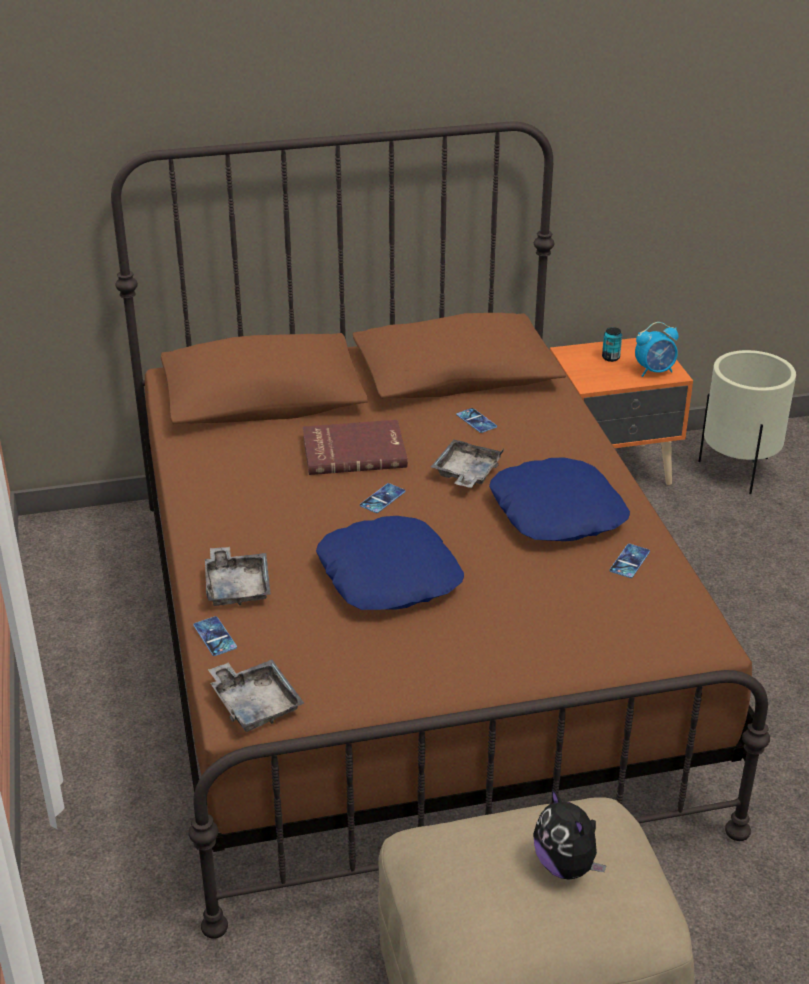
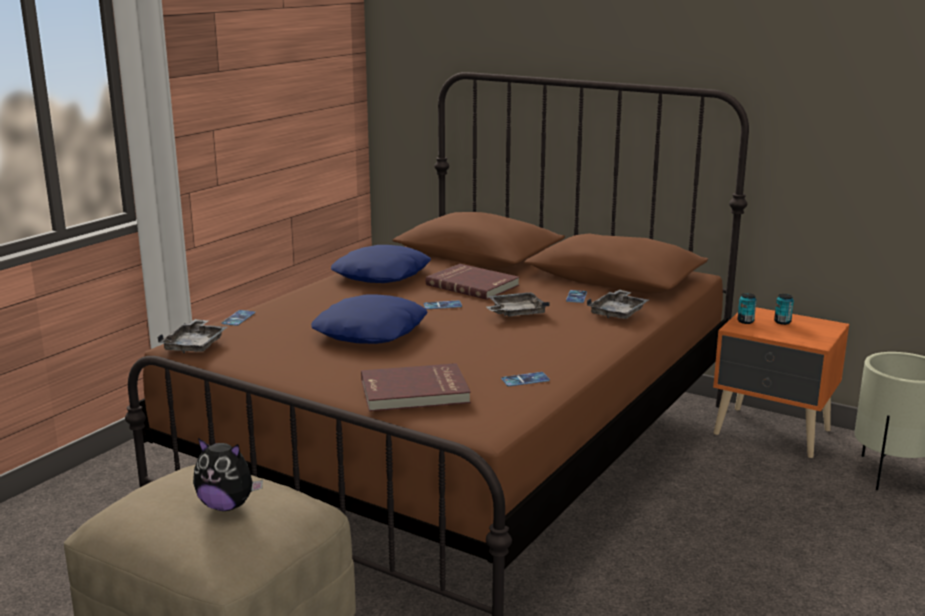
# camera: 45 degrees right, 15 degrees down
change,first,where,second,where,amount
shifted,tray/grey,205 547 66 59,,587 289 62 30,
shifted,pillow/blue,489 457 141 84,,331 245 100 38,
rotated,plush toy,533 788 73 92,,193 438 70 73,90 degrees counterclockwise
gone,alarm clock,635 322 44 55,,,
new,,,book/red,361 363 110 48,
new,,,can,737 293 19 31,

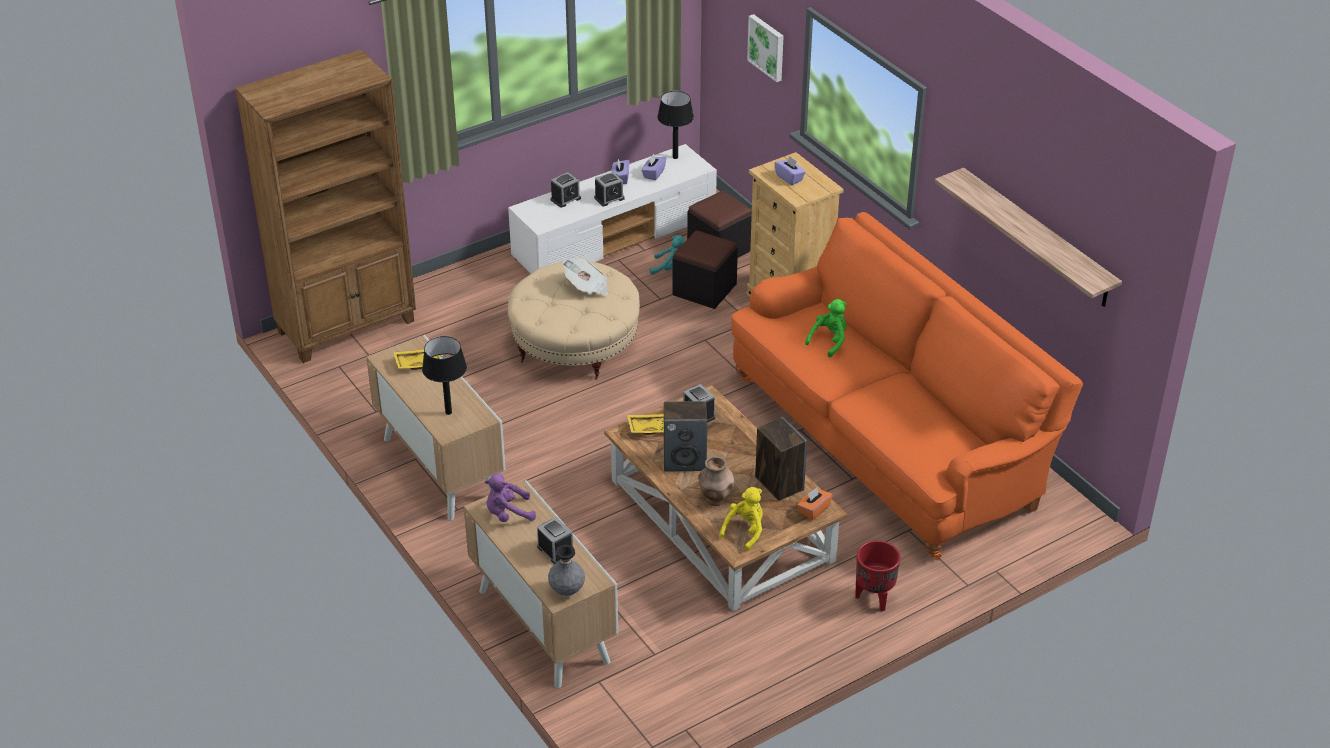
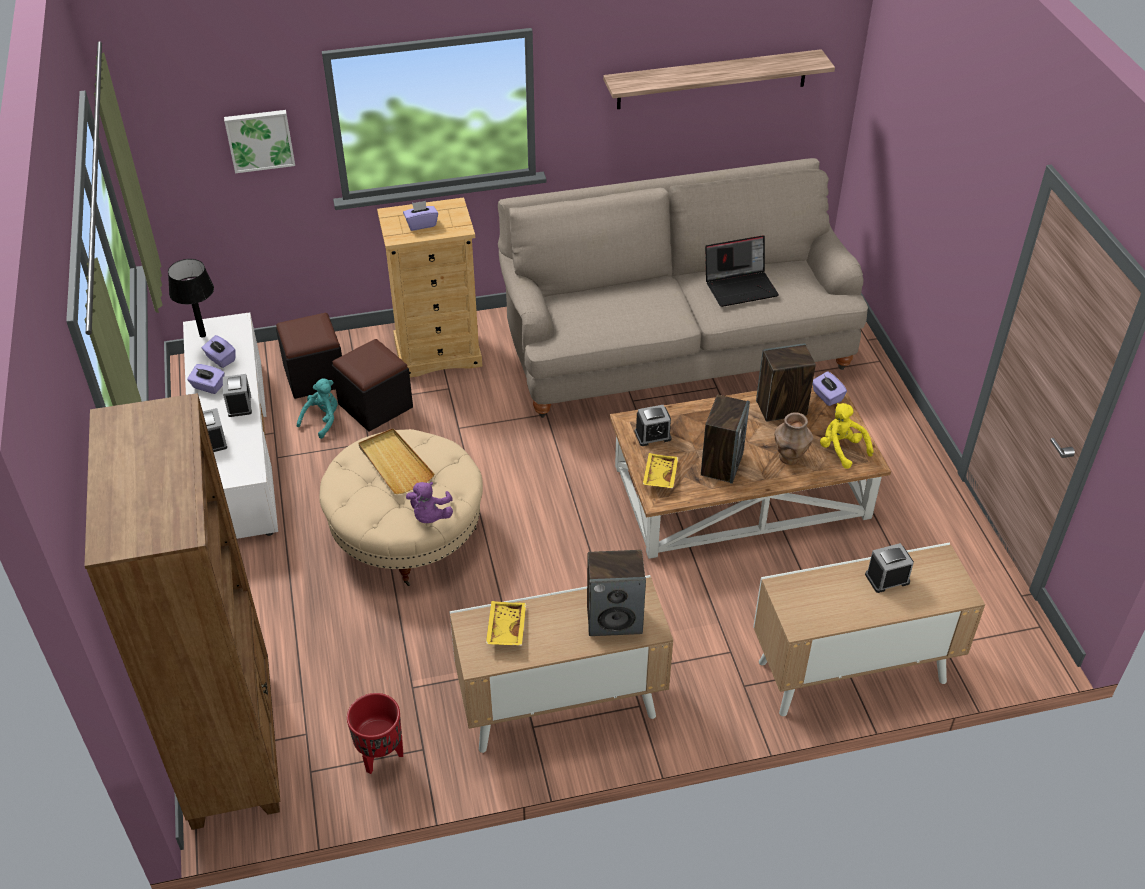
# camera: 70 degrees left, 5 degrees up
change,first,where,second,where,amount
swapped,table lamp/black,422 336 45 79,speaker,587 550 59 86,
shifted,plush toy/purple,485 473 51 49,,406 482 47 41,
gone,vase/grey,548 545 37 51,,,
swapped,newspaper,562 257 46 39,tray/beige,359 428 75 66,
repainted,sofa/orange,731 212 352 347,sofa/beige,498 158 370 260,
repainted,tissue box/orange,797 487 36 33,tissue box/purple,812 371 35 35,
gone,plush toy/green,805 299 42 58,,,
shifted,planter/red,855 540 45 72,,347 693 56 81,
new,,,laptop,705 235 74 72,

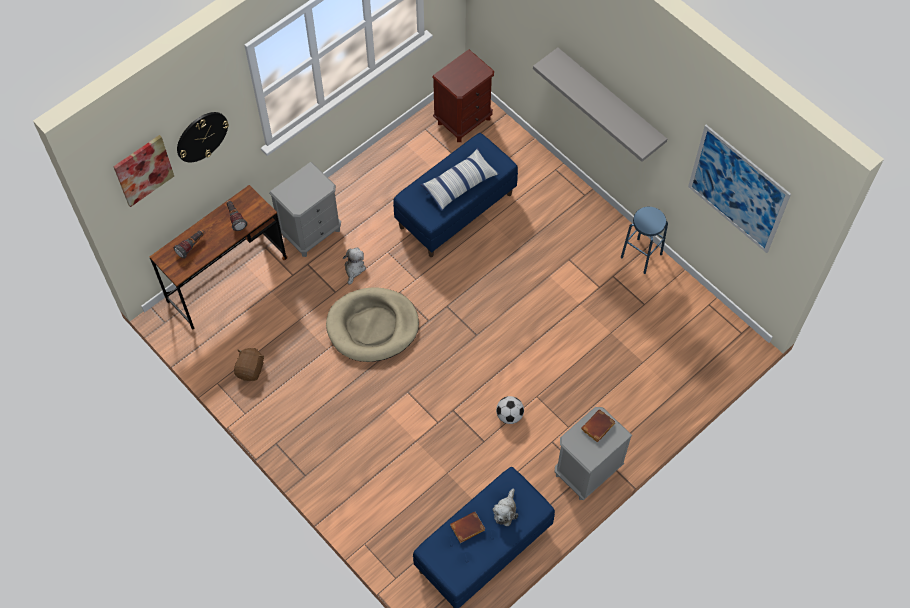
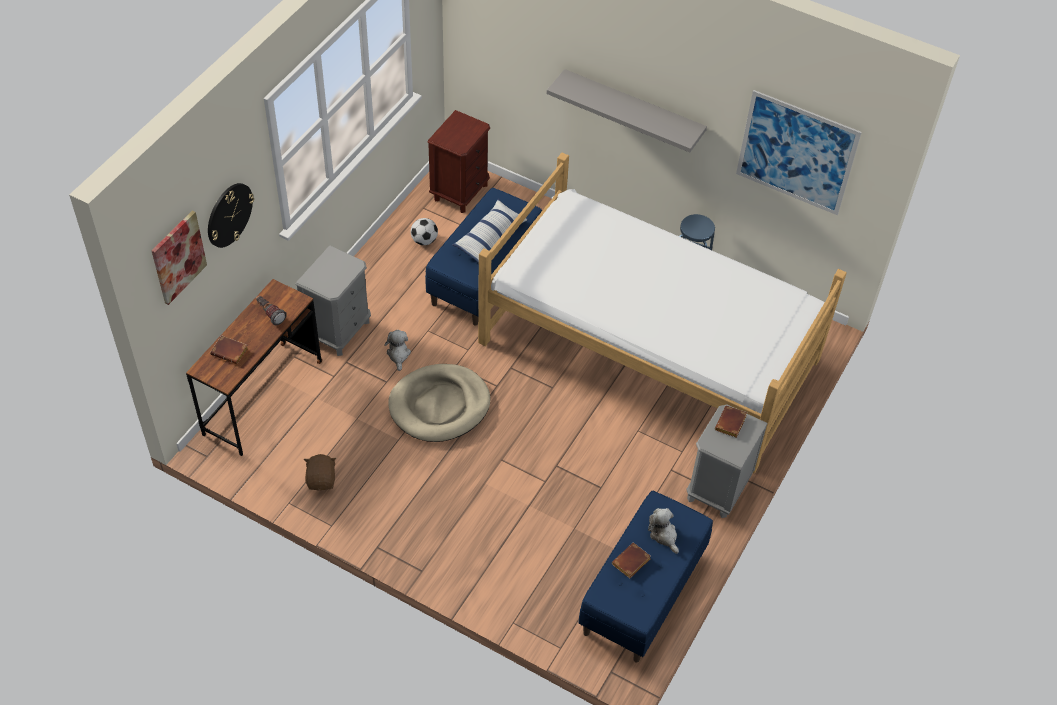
# camera: 20 degrees left, 10 degrees down
change,first,where,second,where,amount
swapped,flashlight,173 230 31 29,book/brown,210 335 38 29,
rotated,plush toy,493 488 25 38,,648 508 31 46,150 degrees clockwise
shifted,football,496 396 28 28,,411 218 27 27,
new,,,bed,478 153 369 320,

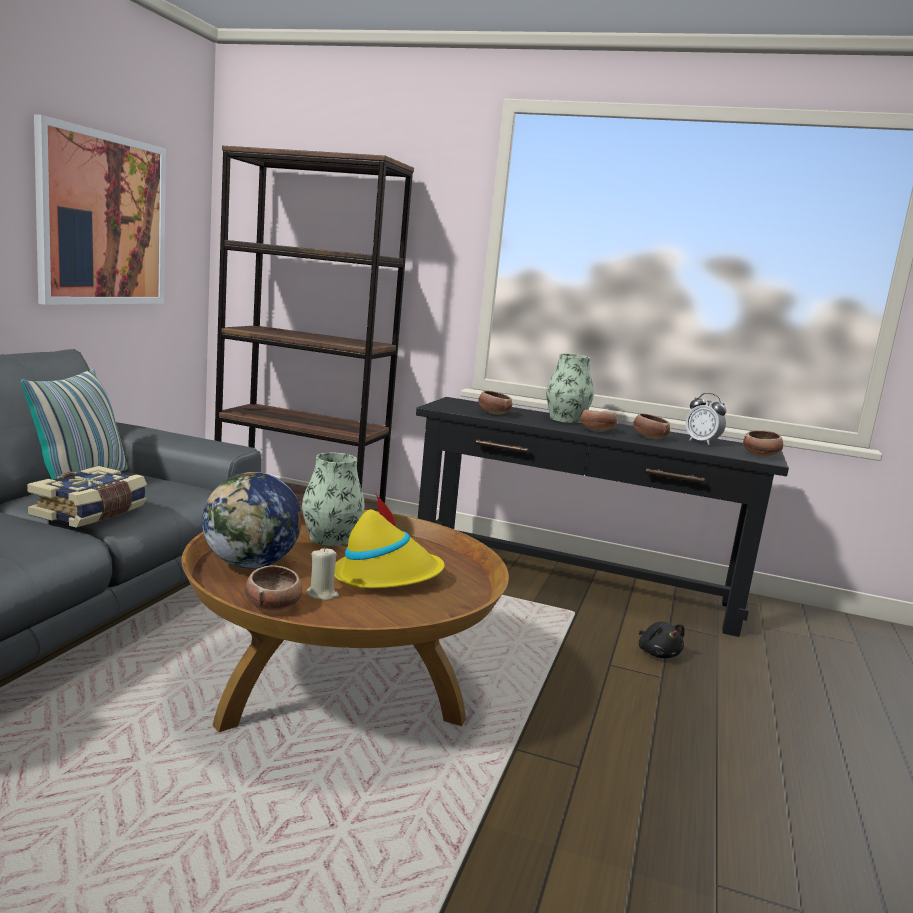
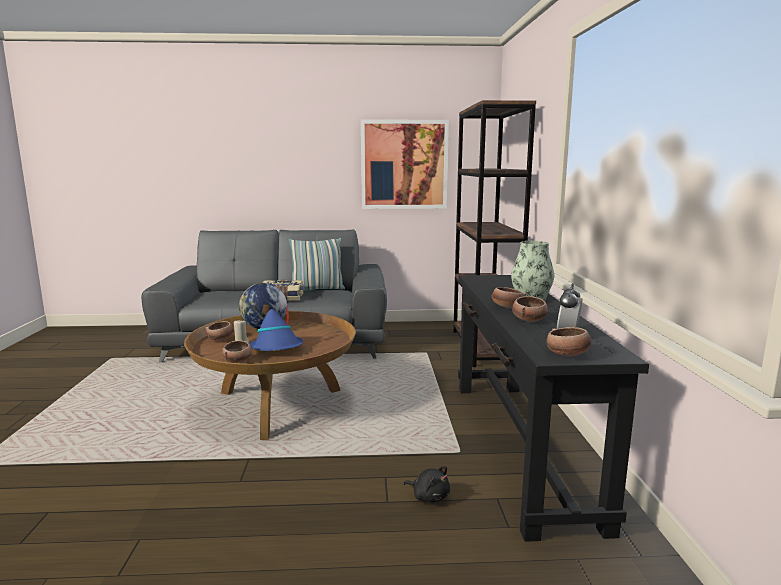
# camera: 70 degrees right, 0 degrees up
change,first,where,second,where,amount
gone,vase,302 453 63 93,,,
repainted,hat/yellow,334 494 111 94,hat/blue,249 303 54 48,
shifted,bowl,478 390 34 25,,222 340 30 23,
rotated,plush toy/black,639 622 46 36,,403 466 47 37,105 degrees counterclockwise

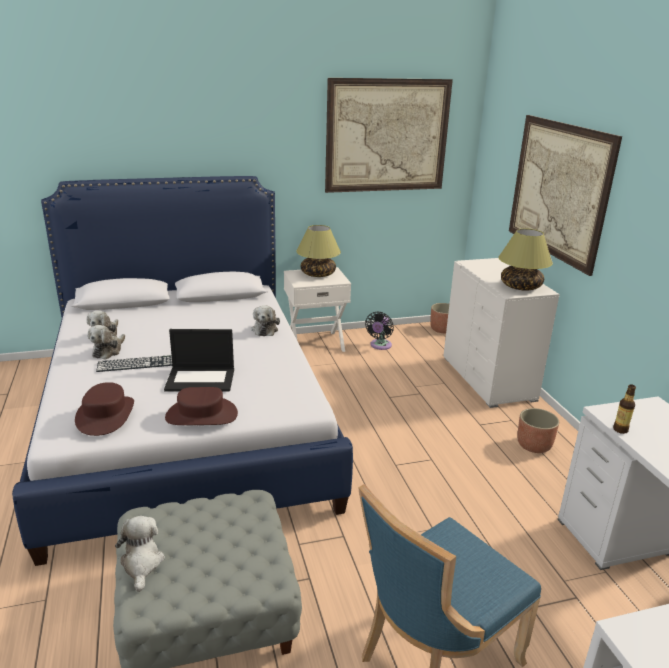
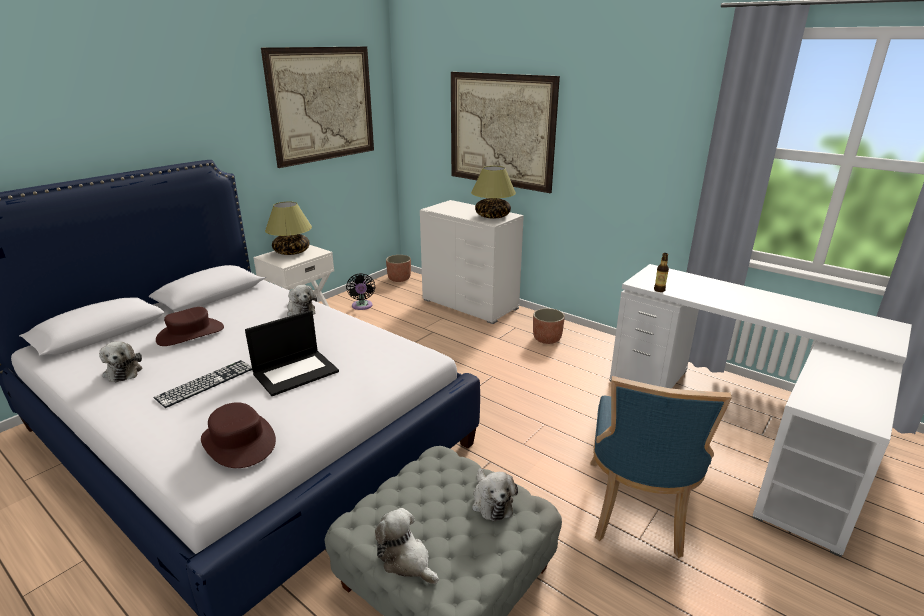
# camera: 35 degrees left, 0 degrees up
change,first,where,second,where,amount
shifted,plush toy,88 325 37 35,,472 468 46 54,
shifted,hat/brown,165 387 73 38,,156 307 68 39,

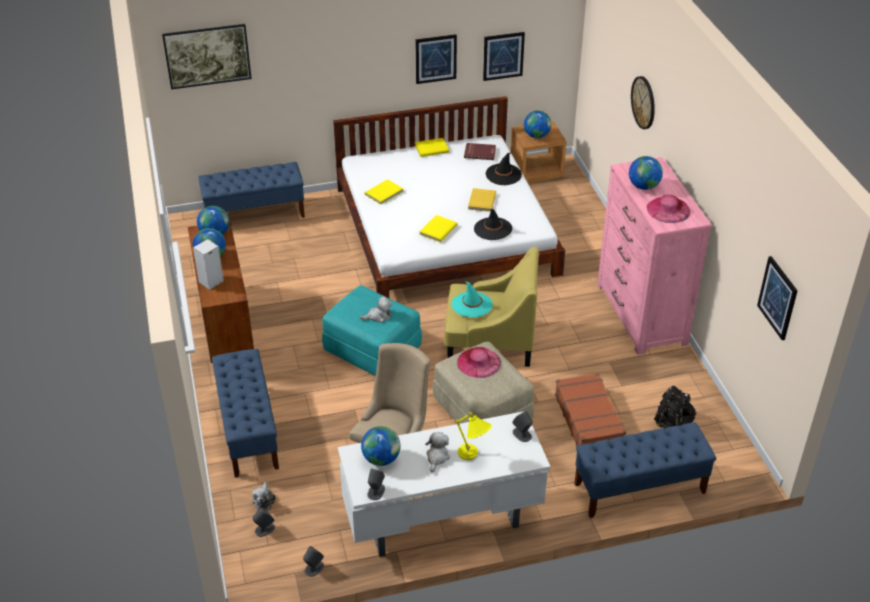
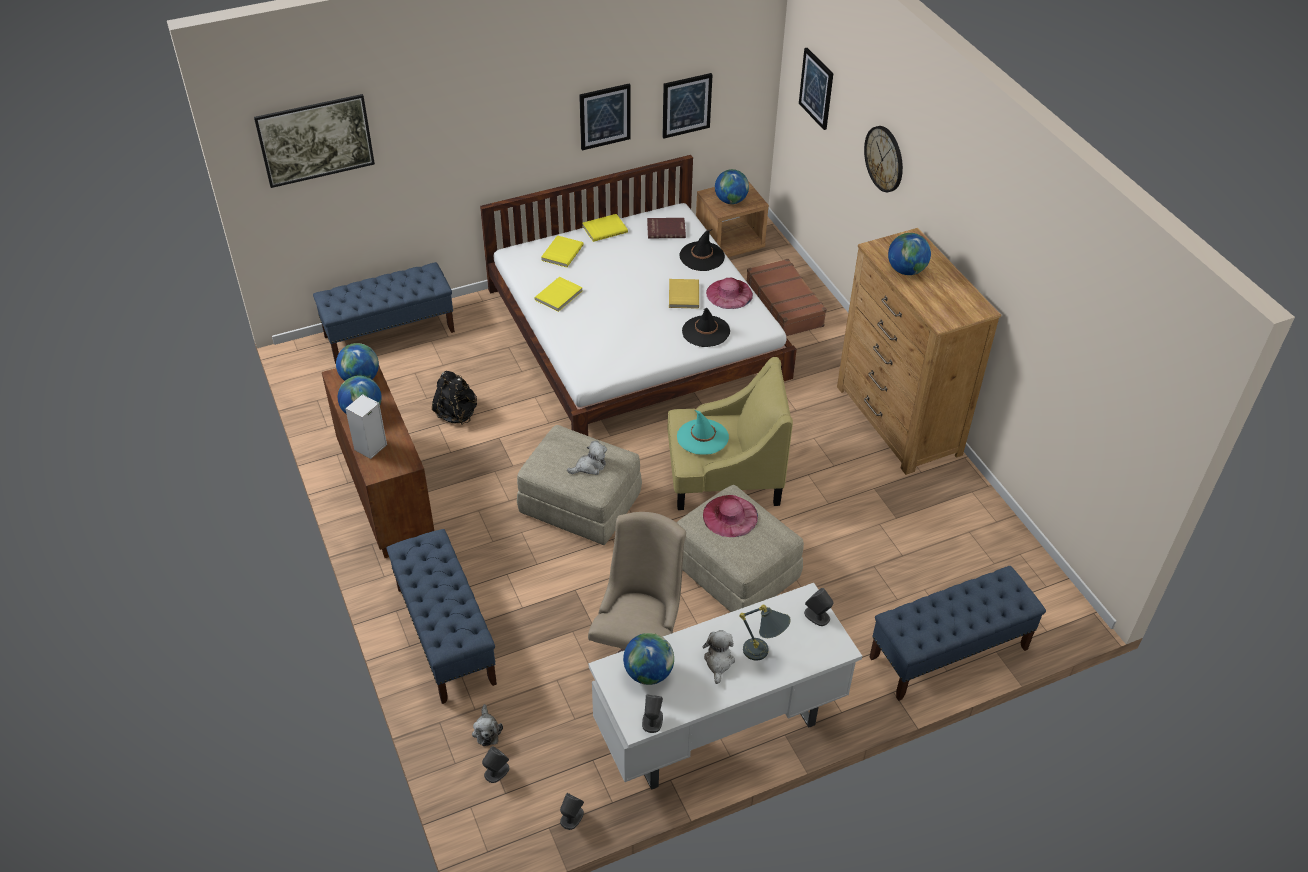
# camera: 10 degrees left, 5 degrees up
change,first,where,second,where,amount
repainted,ottoman/turquoise,322 285 100 91,ottoman/beige,517 425 125 120,
shifted,book/yellow,420 215 37 27,,541 235 43 33,
repainted,table lamp/yellow,455 412 37 48,table lamp/grey,739 604 52 57,
shifted,suitcase/brown,555 373 71 73,,747 259 80 77,
repainted,dresser/pink,597 157 115 198,dresser/brown,837 228 164 247,
shifted,hat/pink,647 195 43 28,,706 278 47 31,
shifted,backpack/black,654 386 42 43,,432 371 45 54,
shifted,picture,757 256 41 84,,799 48 34 82,

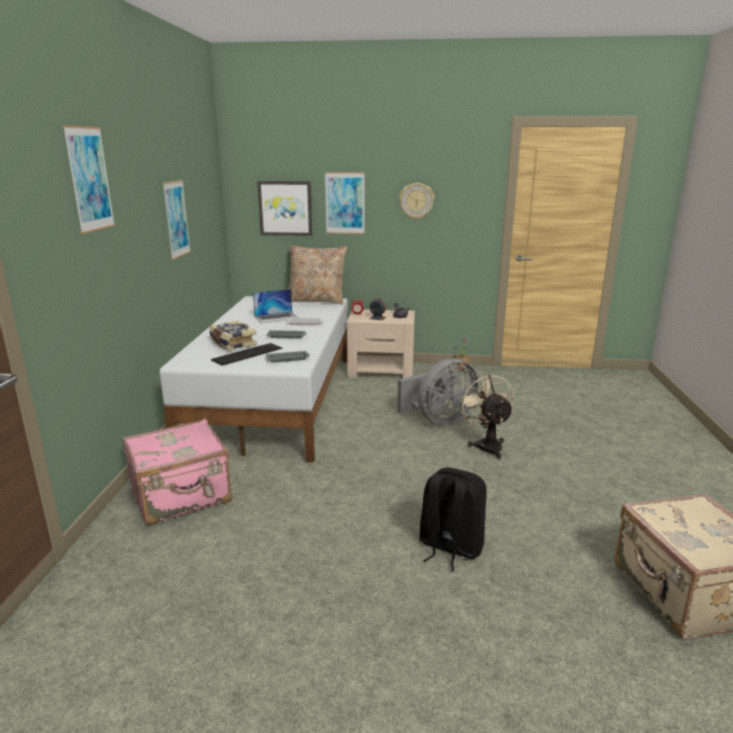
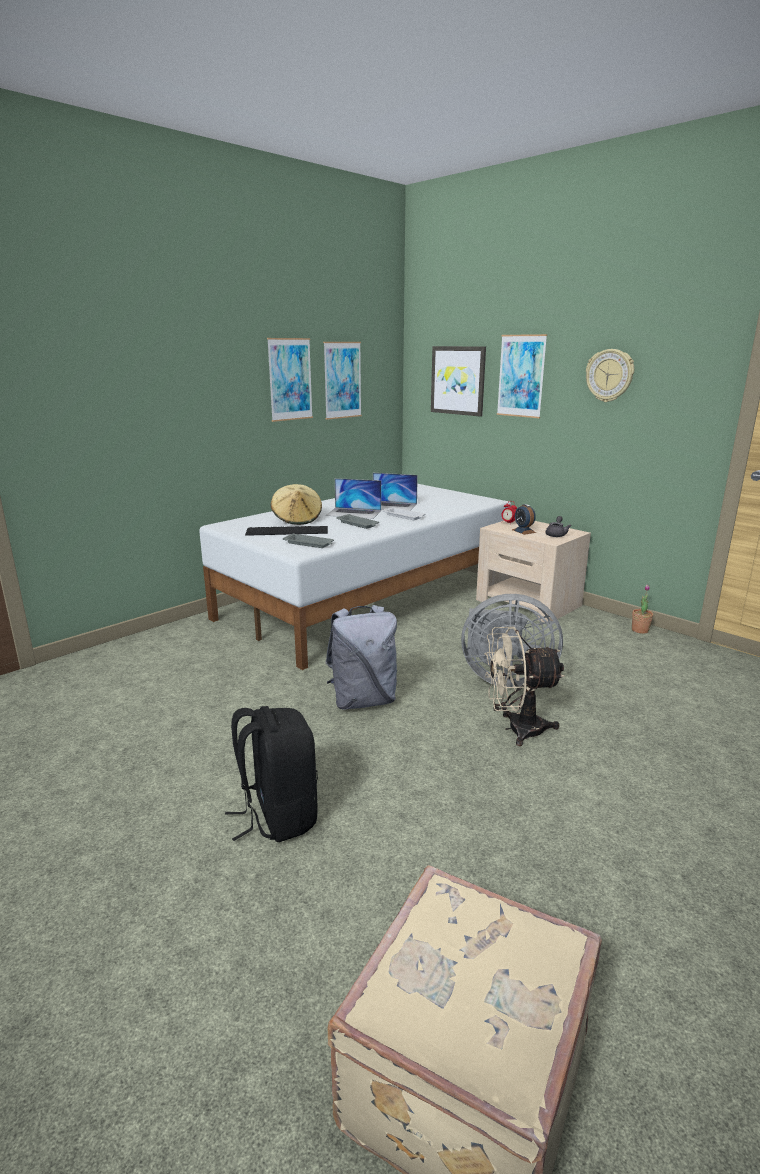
# camera: 40 degrees right, 0 degrees up
change,first,where,second,where,amount
shifted,picture,62 125 54 109,,323 342 39 78,
gone,suitcase/pink,122 419 110 106,,,
swapped,book,209 320 48 31,hat/beige,271 484 51 41,
gone,pillow/beige,289 245 58 59,,,
rotated,fan/beige,458 373 56 86,,484 627 80 119,120 degrees counterclockwise
new,,,backpack/grey,325 605 72 105,
new,,,laptop,326 478 55 41,

